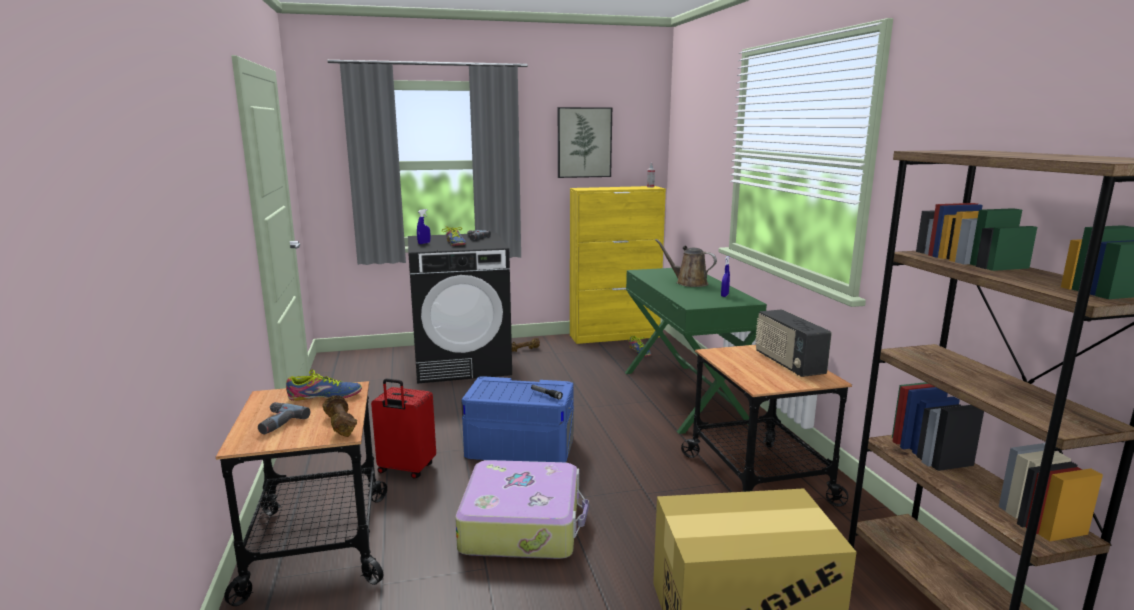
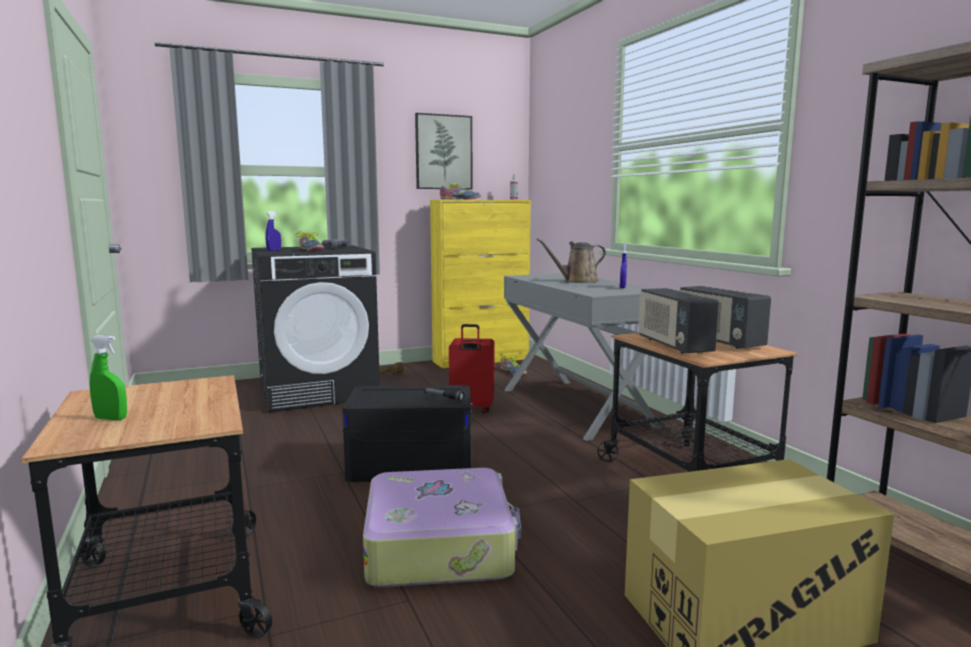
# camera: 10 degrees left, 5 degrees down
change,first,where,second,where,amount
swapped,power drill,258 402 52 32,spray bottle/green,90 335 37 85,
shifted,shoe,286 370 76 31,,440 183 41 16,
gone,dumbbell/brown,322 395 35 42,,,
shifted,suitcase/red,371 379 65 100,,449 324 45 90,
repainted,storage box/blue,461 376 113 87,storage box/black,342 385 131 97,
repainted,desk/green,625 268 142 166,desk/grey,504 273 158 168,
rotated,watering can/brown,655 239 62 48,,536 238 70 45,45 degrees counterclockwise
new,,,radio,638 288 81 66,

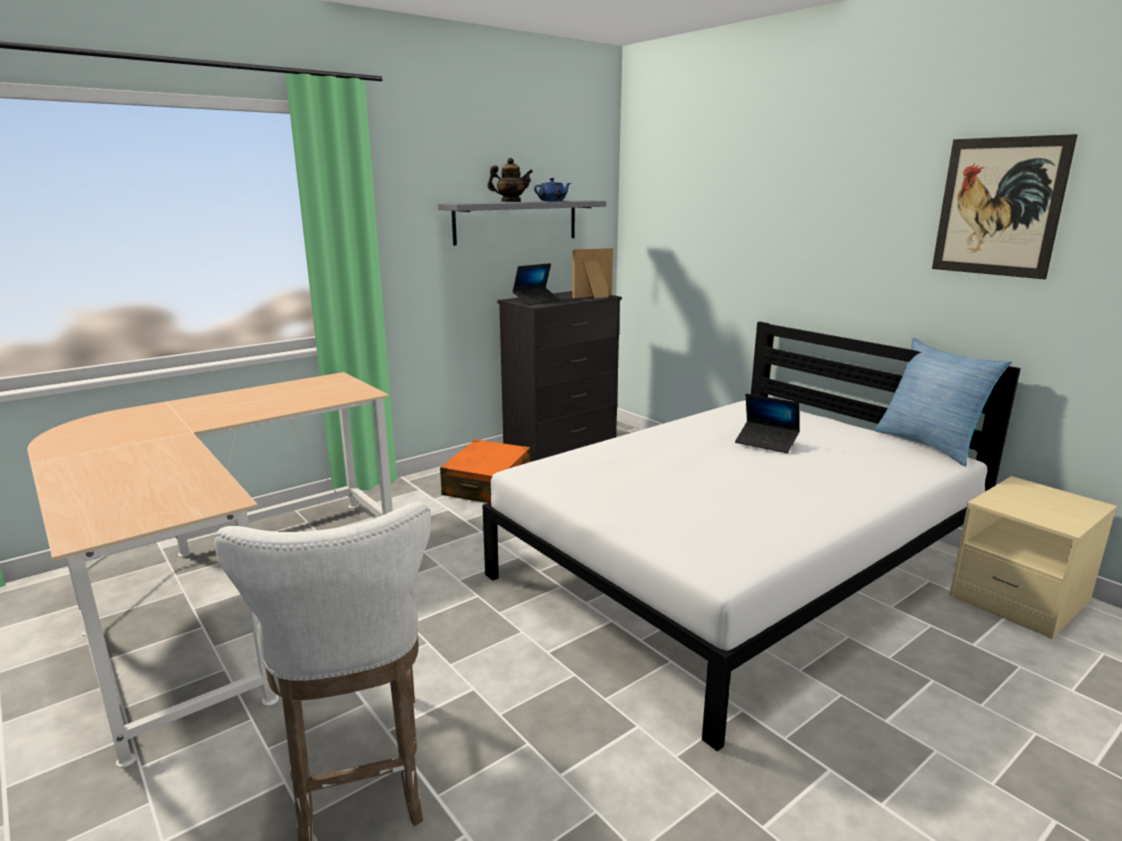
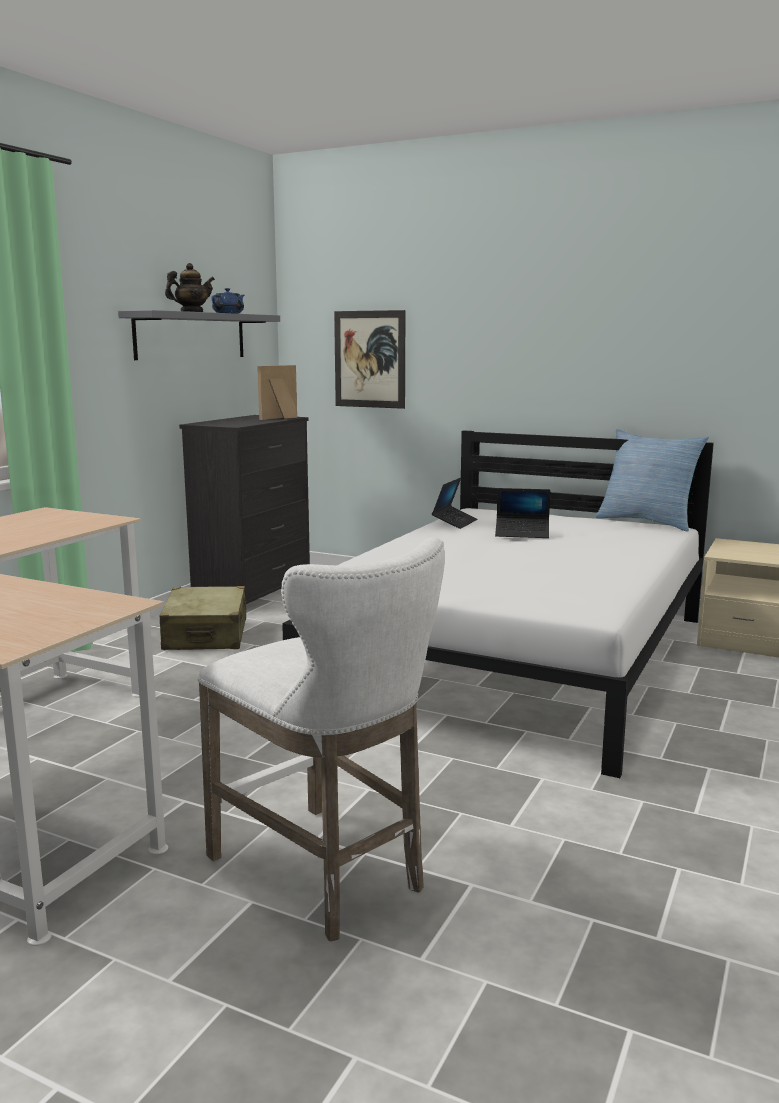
# camera: 25 degrees left, 5 degrees down
change,first,where,second,where,amount
repainted,suitcase/orange,440 439 91 64,suitcase/beige,160 586 86 64,
shifted,laptop,512 263 49 42,,432 478 45 51,
shifted,picture,932 134 146 145,,334 310 71 99,

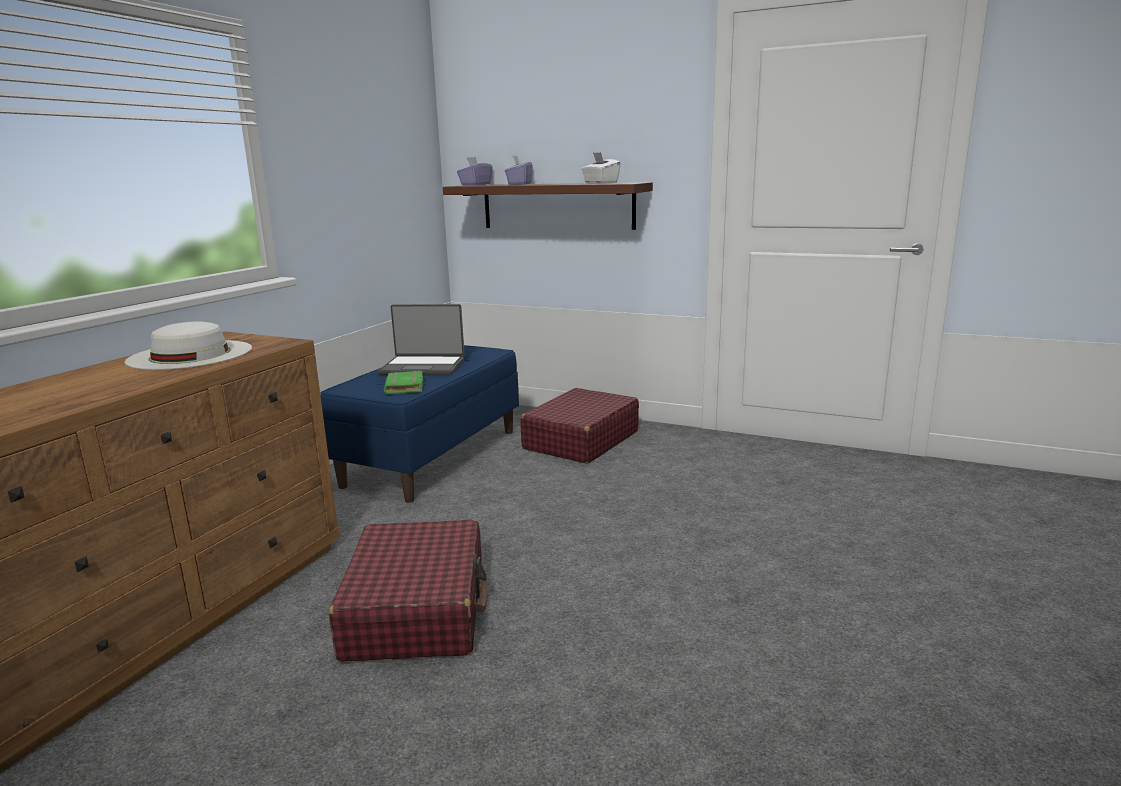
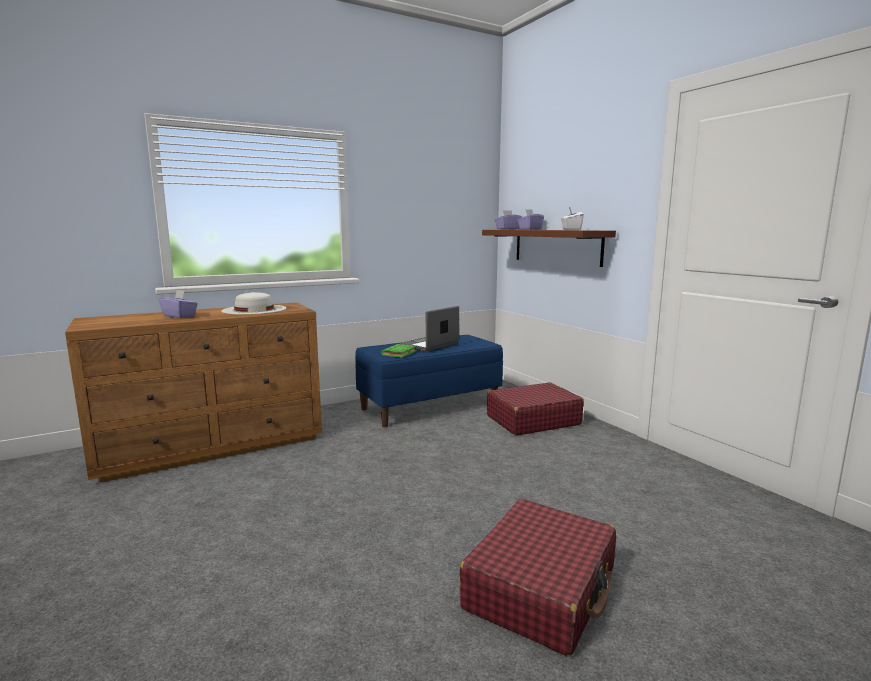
# camera: 35 degrees right, 5 degrees down
change,first,where,second,where,amount
shifted,suitcase/red,329 519 158 143,,459 499 157 157,
rotated,laptop,378 304 87 71,,400 306 59 46,90 degrees clockwise
new,,,tissue box/purple,159 290 39 28,

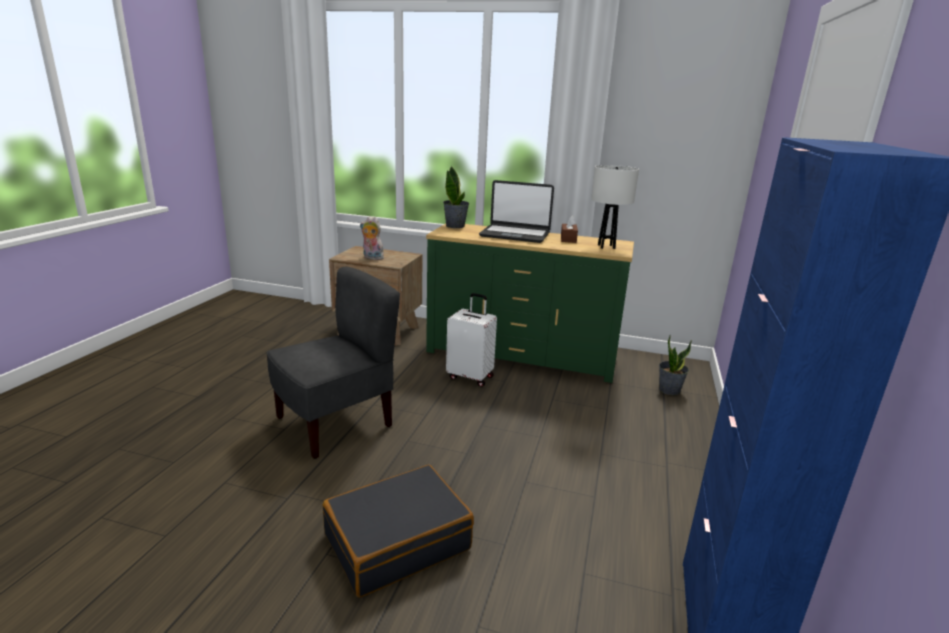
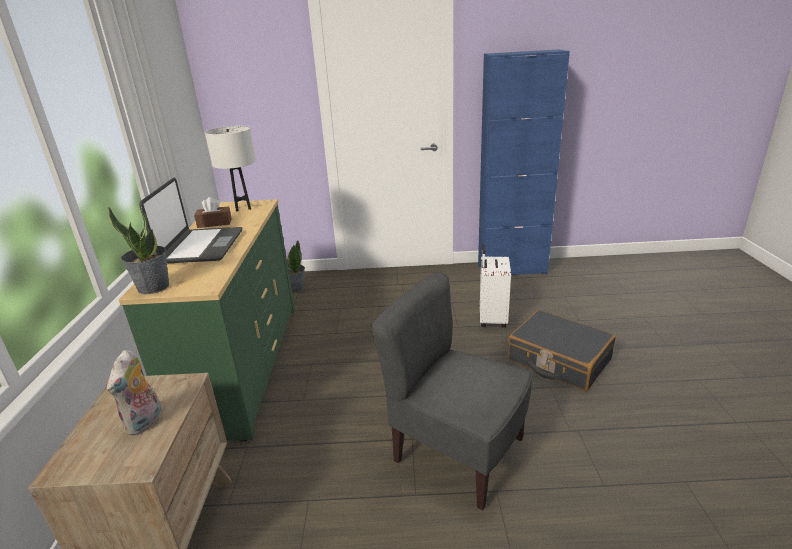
# camera: 105 degrees left, 5 degrees up
change,first,where,second,where,amount
shifted,suitcase/white,446 293 51 94,,480 244 31 84,

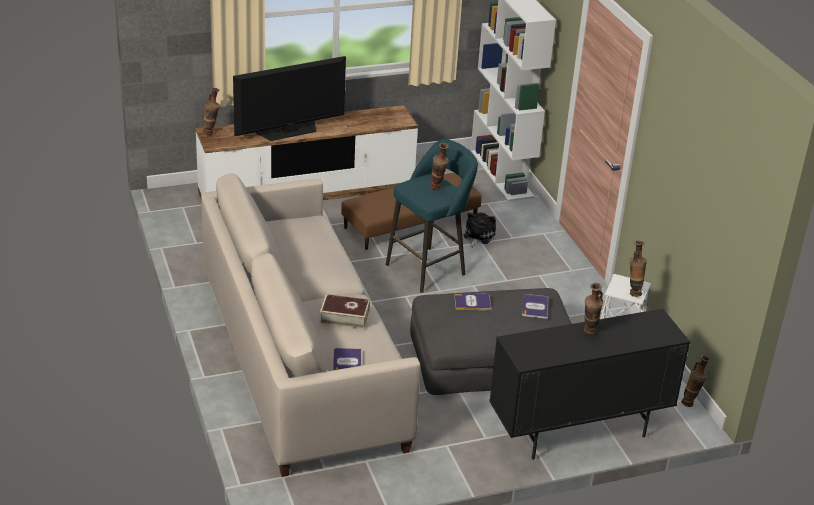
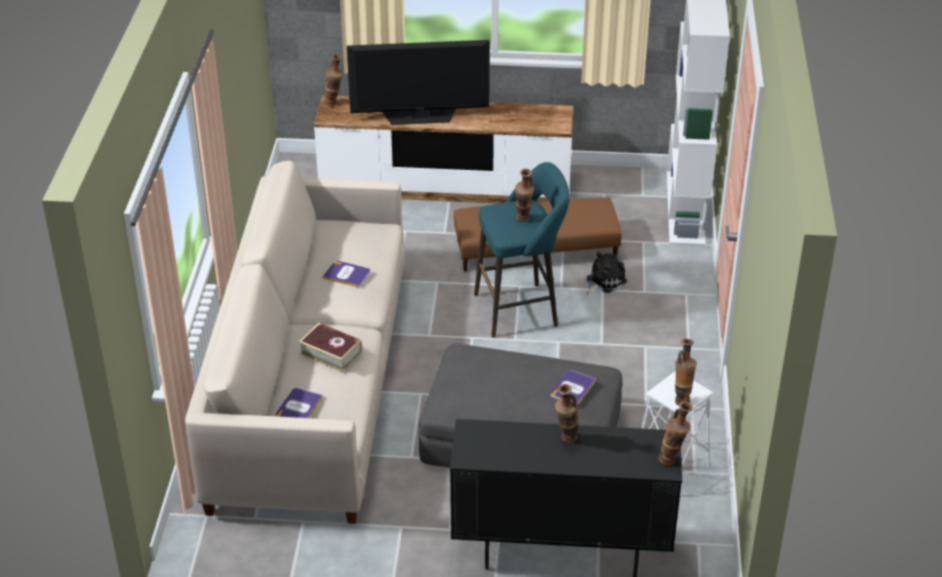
# camera: 25 degrees right, 5 degrees up
change,first,where,second,where,amount
shifted,book,455 293 36 17,,323 261 47 27,
shifted,vase,681 355 29 52,,658 401 35 65,

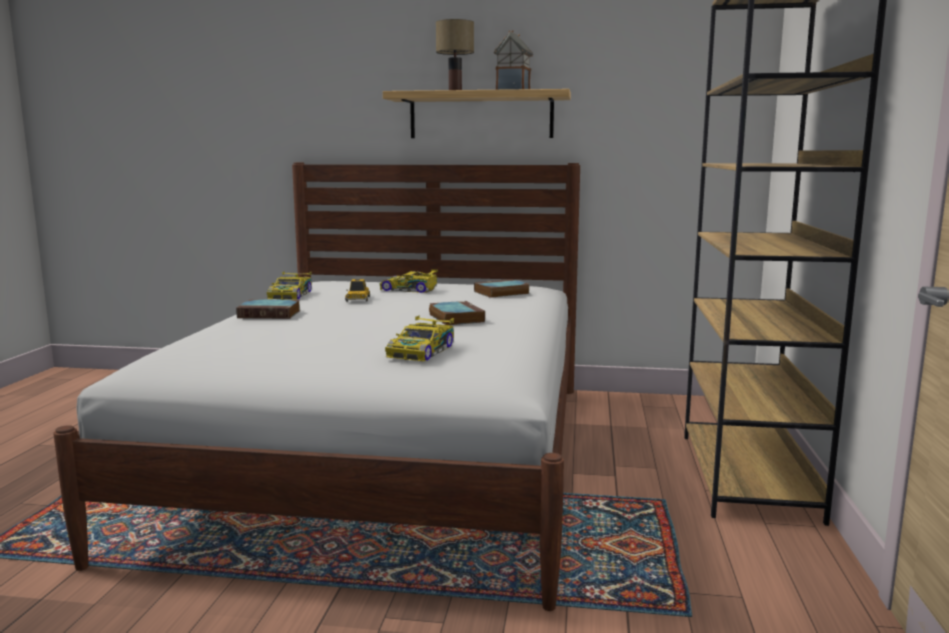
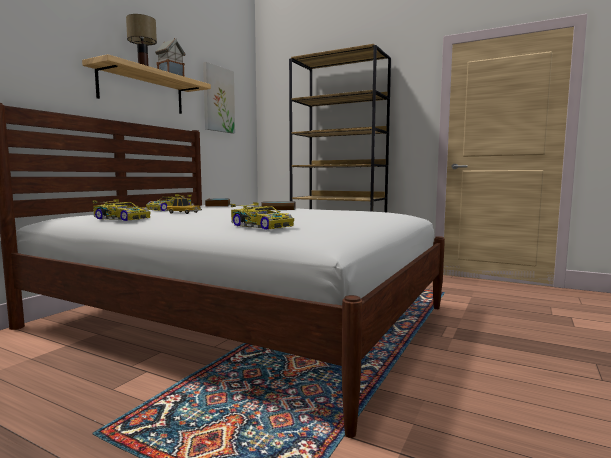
# camera: 70 degrees left, 5 degrees down
change,first,where,second,where,amount
gone,book,236 299 65 20,,,
shifted,toy car,385 315 69 46,,230 202 64 28,
new,,,picture,203 62 32 71,

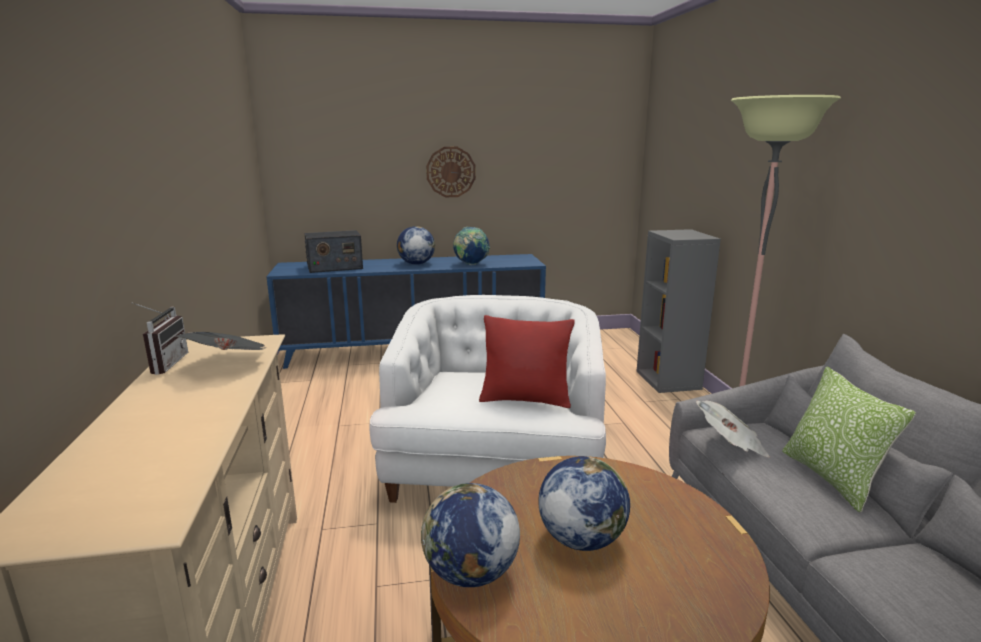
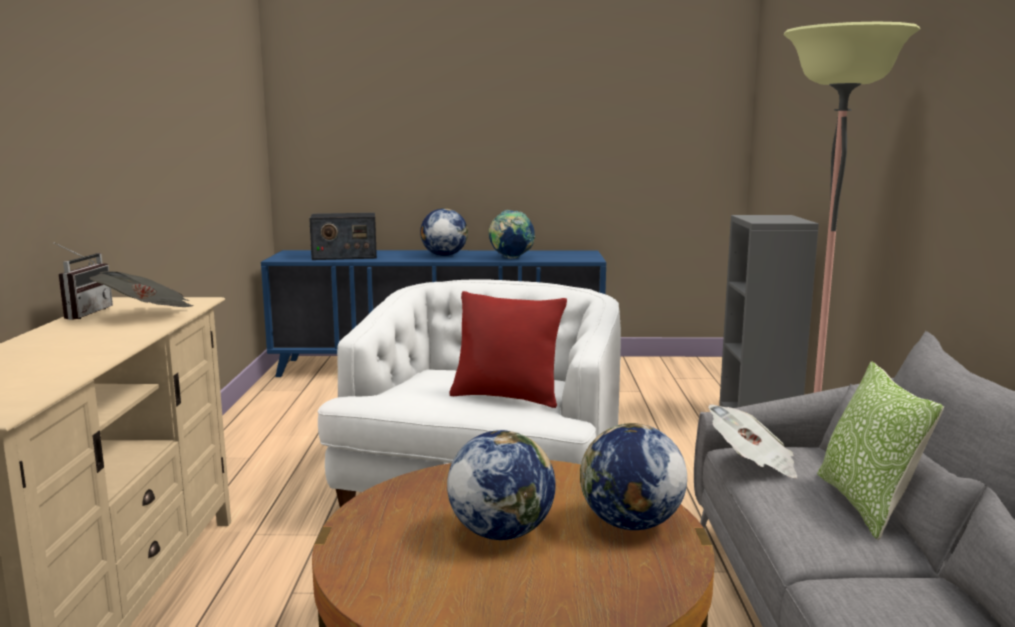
# camera: 10 degrees right, 5 degrees down
change,first,where,second,where,amount
shifted,globe,421 483 99 104,,580 423 107 107,
gone,wall clock,426 147 50 50,,,

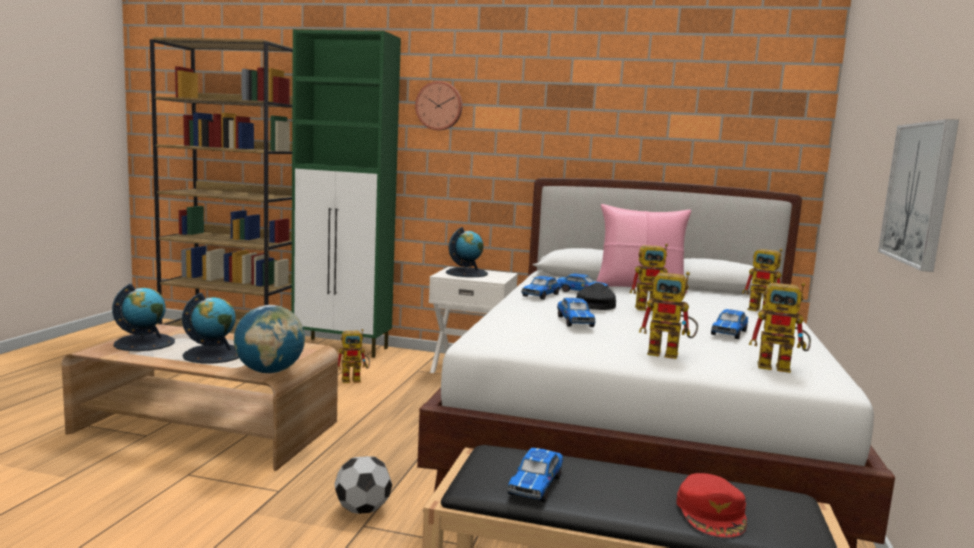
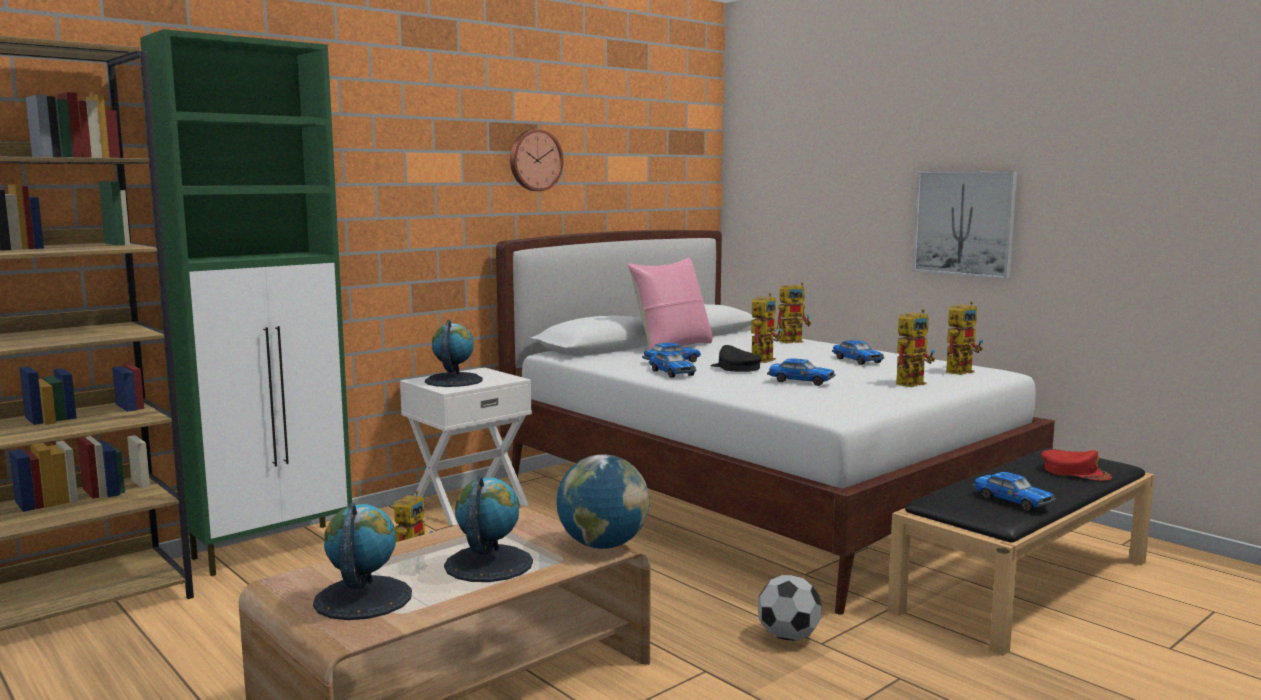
# camera: 55 degrees left, 0 degrees up
change,first,where,second,where,amount
shifted,wall clock,415 81 48 49,,510 129 54 62,

